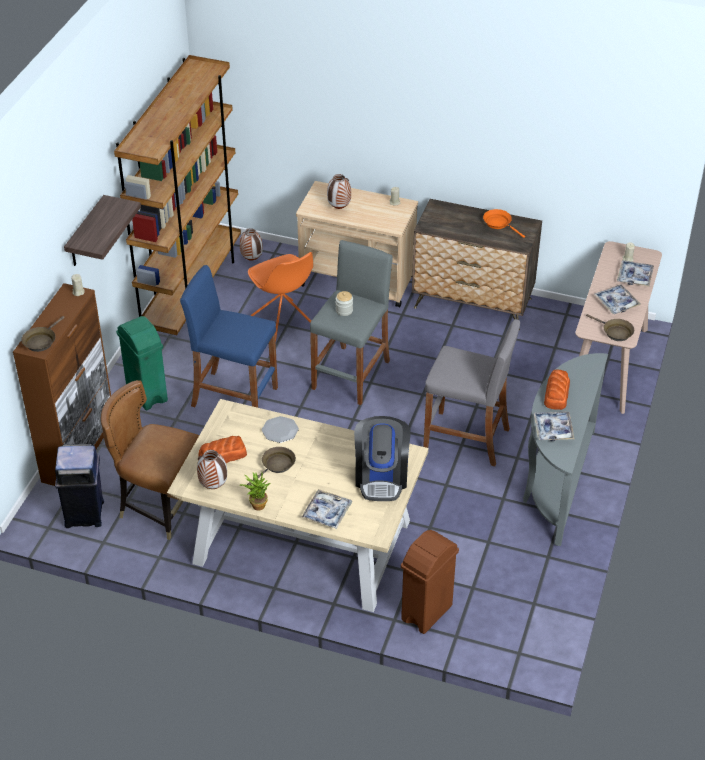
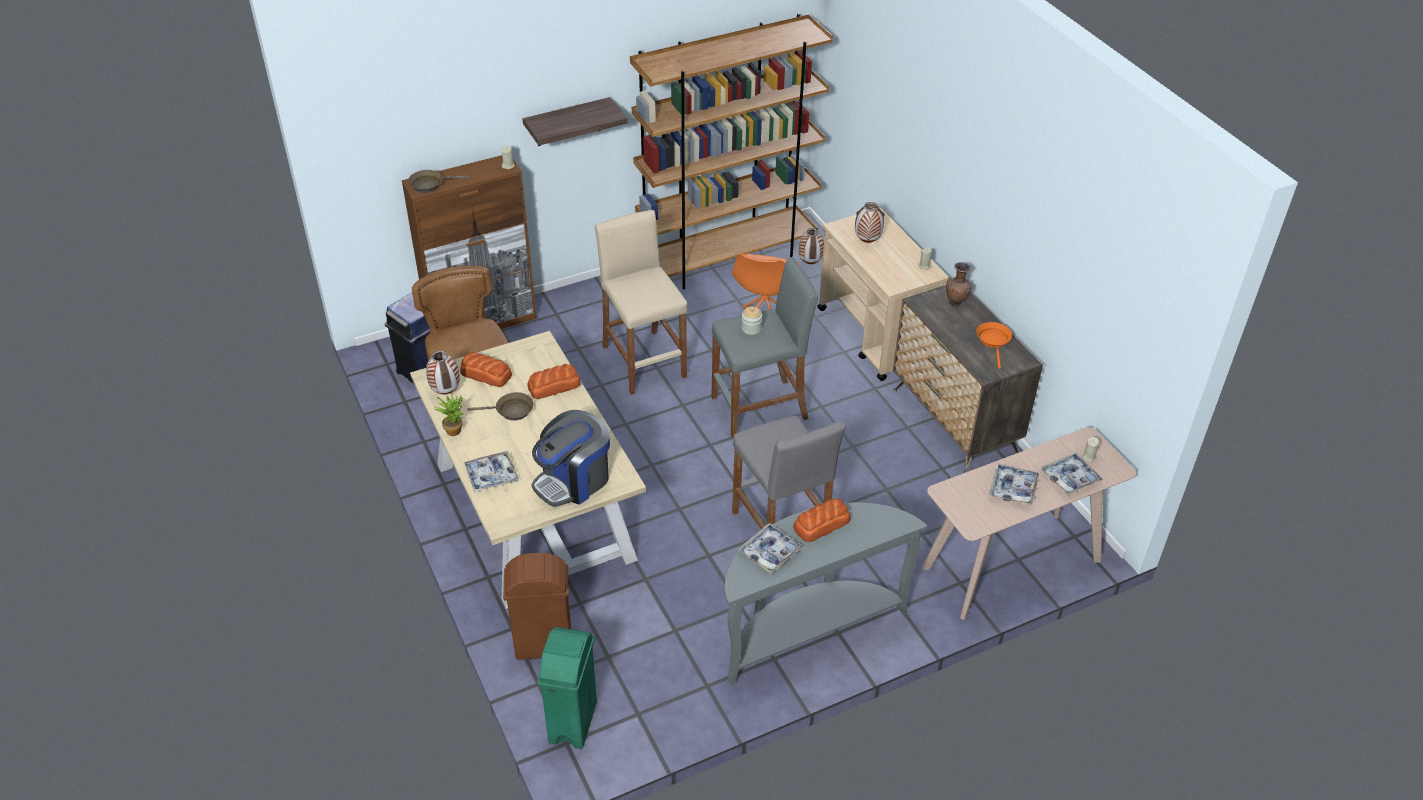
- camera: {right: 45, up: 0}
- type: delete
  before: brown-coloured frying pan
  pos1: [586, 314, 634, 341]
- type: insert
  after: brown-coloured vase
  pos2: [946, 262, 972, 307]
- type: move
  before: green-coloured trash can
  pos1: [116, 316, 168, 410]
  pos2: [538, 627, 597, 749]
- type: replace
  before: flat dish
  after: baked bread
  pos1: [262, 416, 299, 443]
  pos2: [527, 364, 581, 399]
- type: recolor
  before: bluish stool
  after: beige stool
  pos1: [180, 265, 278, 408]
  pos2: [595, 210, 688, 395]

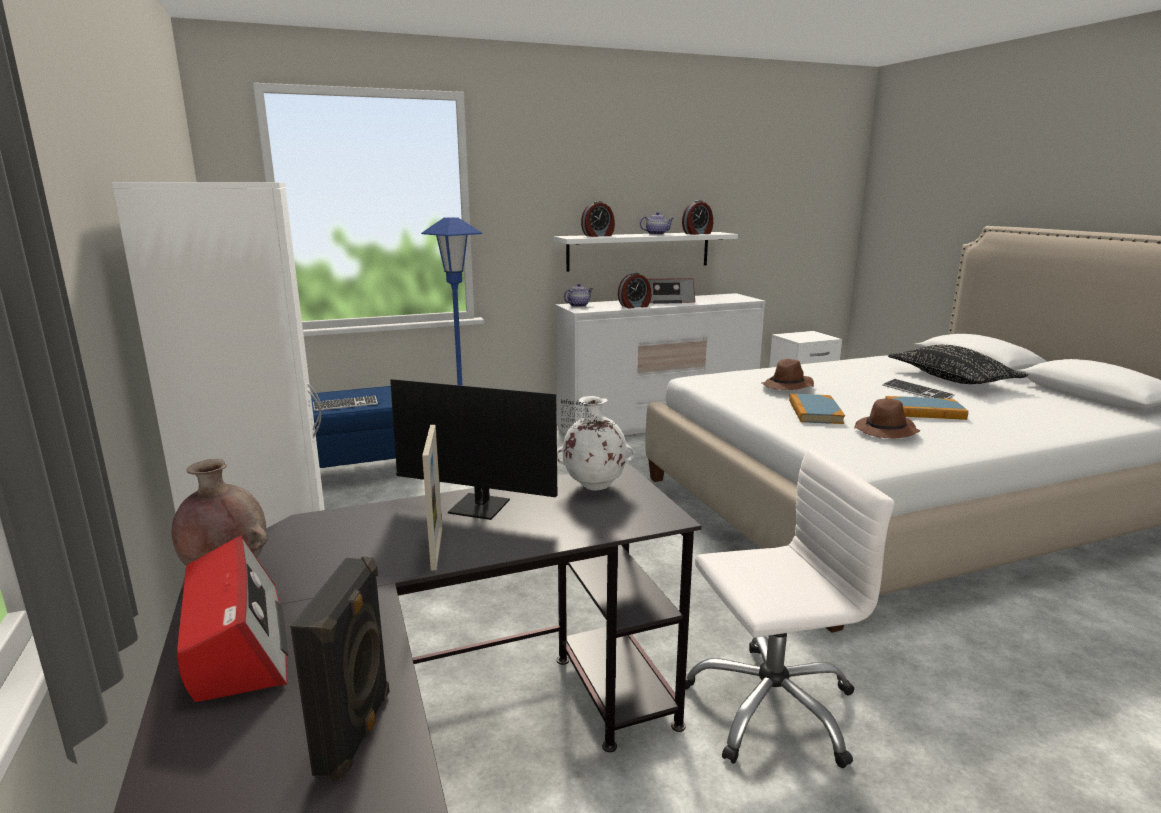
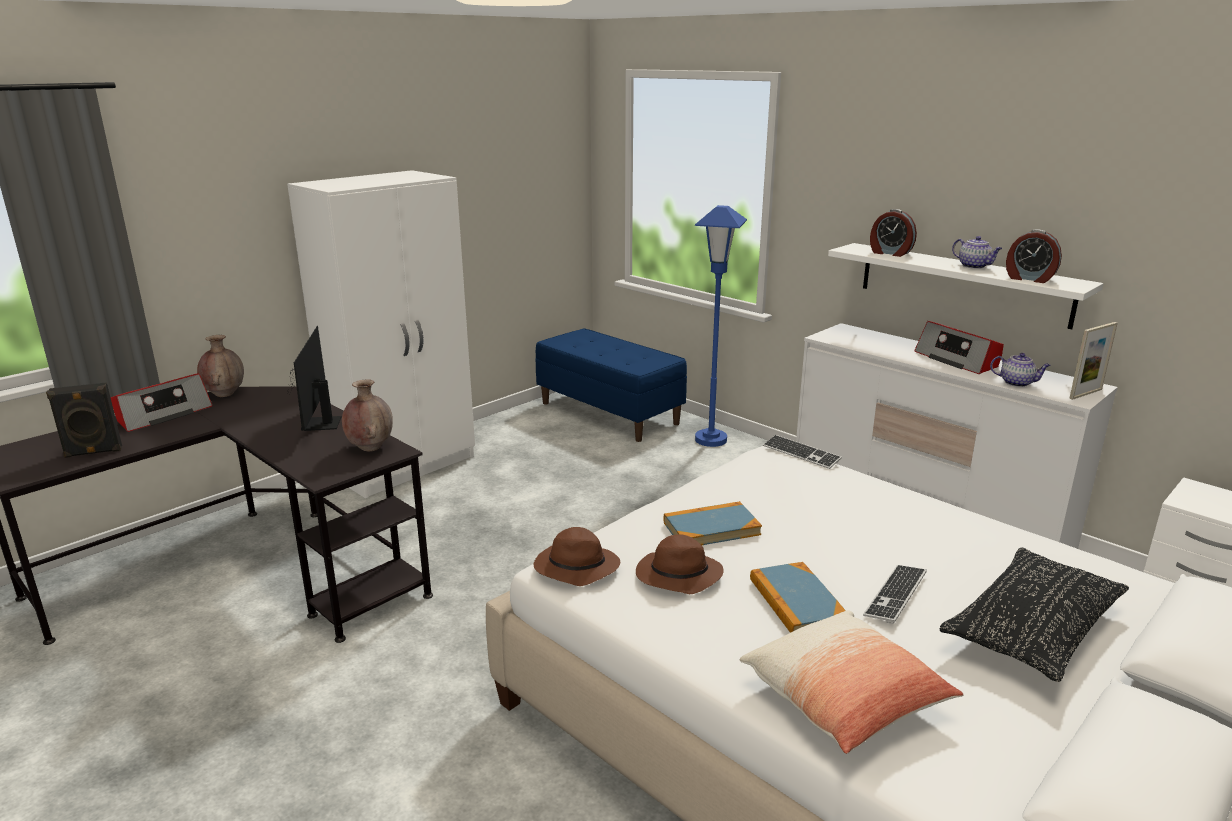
- camera: {right: 65, up: 5}
- type: delete
  before: alarm clock
  pos1: [618, 273, 651, 308]
- type: delete
  before: white computer chair
  pos1: [685, 449, 894, 768]
- type: insert
  after: pillow
  pos2: [740, 611, 963, 754]
- type: move
  before: keyboard
  pos1: [313, 396, 378, 411]
  pos2: [763, 435, 842, 469]
- type: move
  before: standing frame
  pos1: [422, 425, 442, 571]
  pos2: [1069, 322, 1118, 400]
- type: move
  before: pot for tea
  pos1: [564, 284, 593, 307]
  pos2: [990, 353, 1051, 387]
- type: move
  before: brown-coloured wearable hat
  pos1: [762, 359, 814, 390]
  pos2: [534, 527, 620, 586]
- type: recolor
  before: white vase
  after: brown-coloured vase
  pos1: [557, 396, 635, 490]
  pos2: [342, 380, 393, 451]

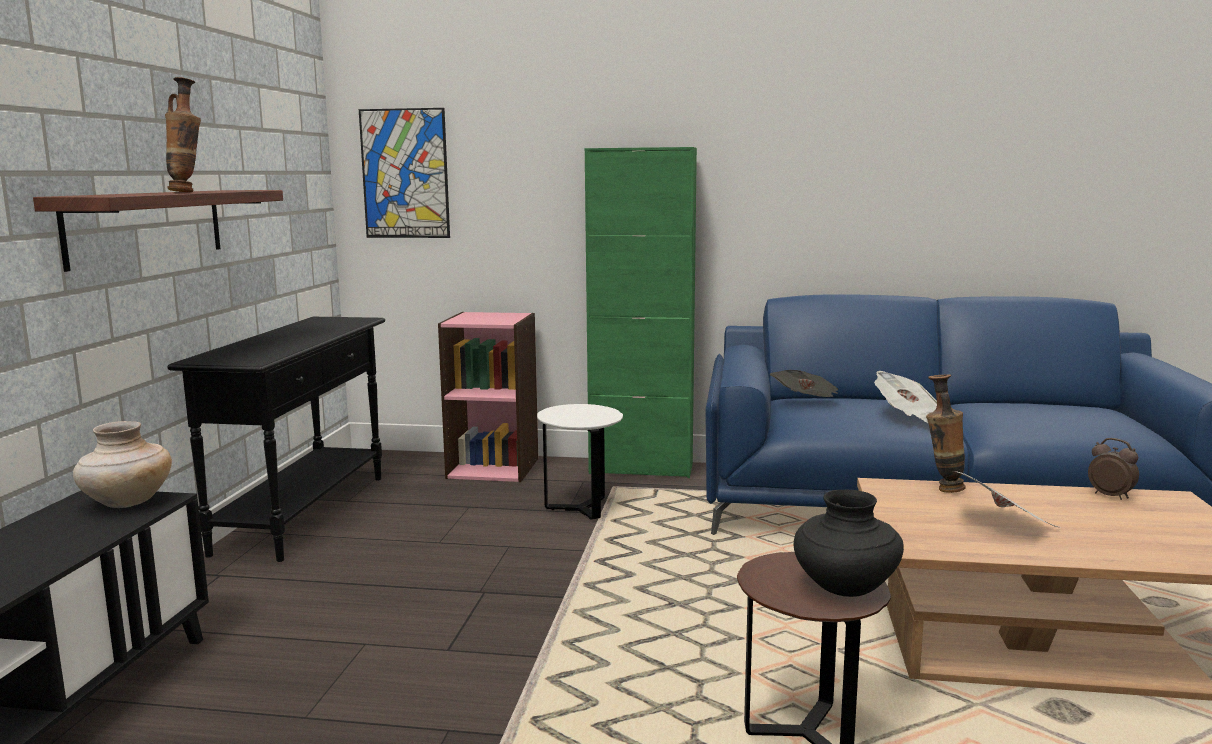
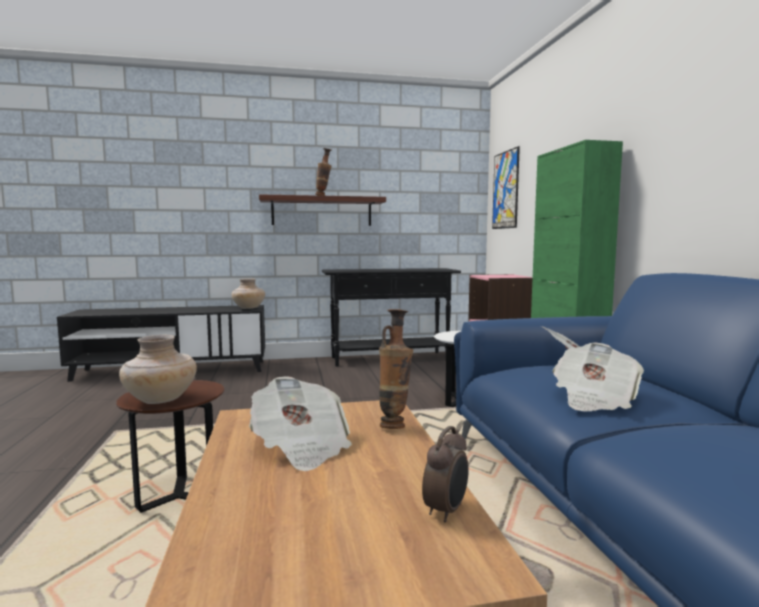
- camera: {right: 70, up: -5}
- type: recolor
  before: blackish vase
  after: beige vase
  pos1: [794, 490, 904, 597]
  pos2: [119, 334, 197, 404]

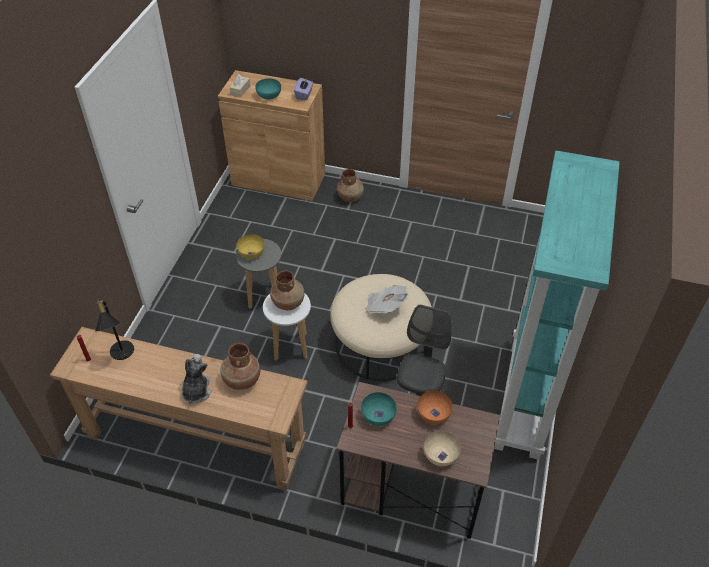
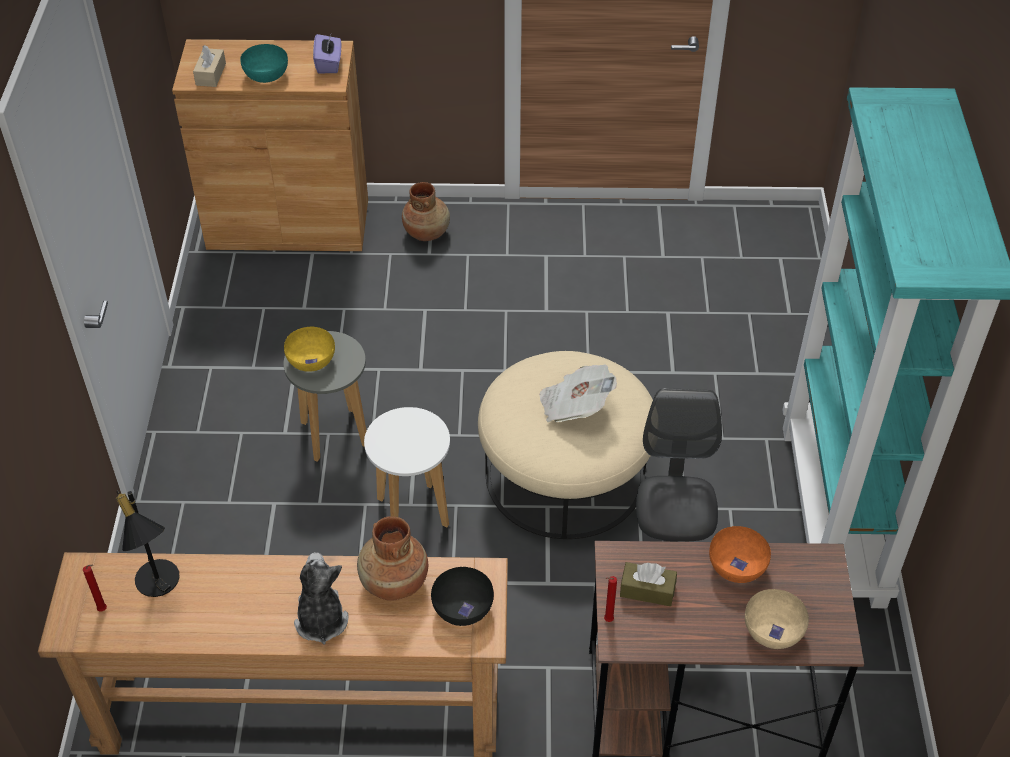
- camera: {right: -15, up: 0}
- type: delete
  before: brown-coloured vase
  pos1: [270, 271, 304, 310]
- type: insert
  after: blackish serving bowl
  pos2: [431, 567, 494, 626]
- type: replace
  before: turquoise serving bowl
  after: brown-coloured tissue holder
  pos1: [361, 392, 397, 426]
  pos2: [620, 562, 677, 606]

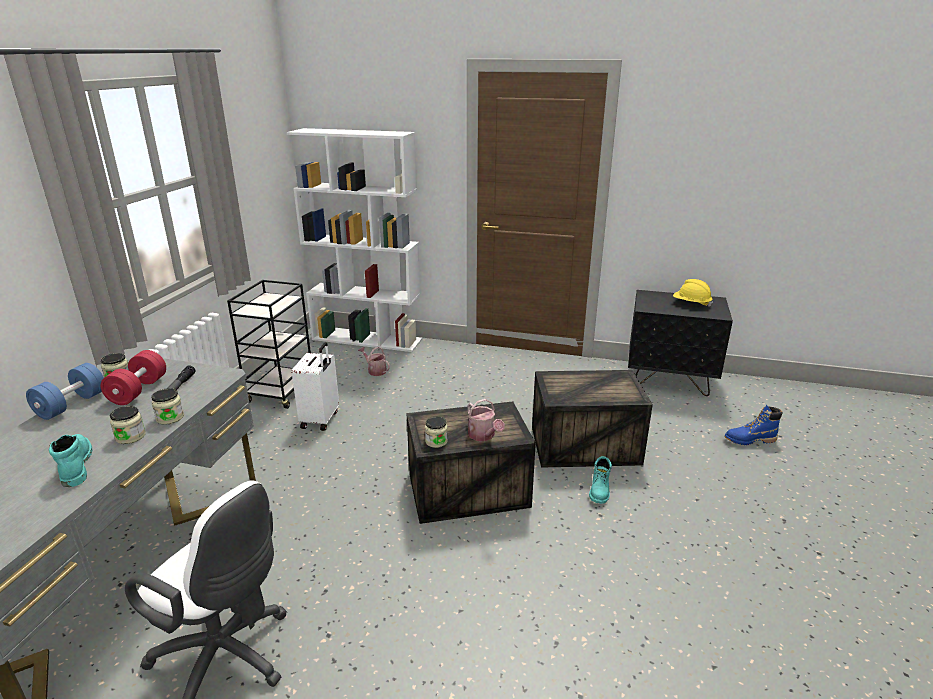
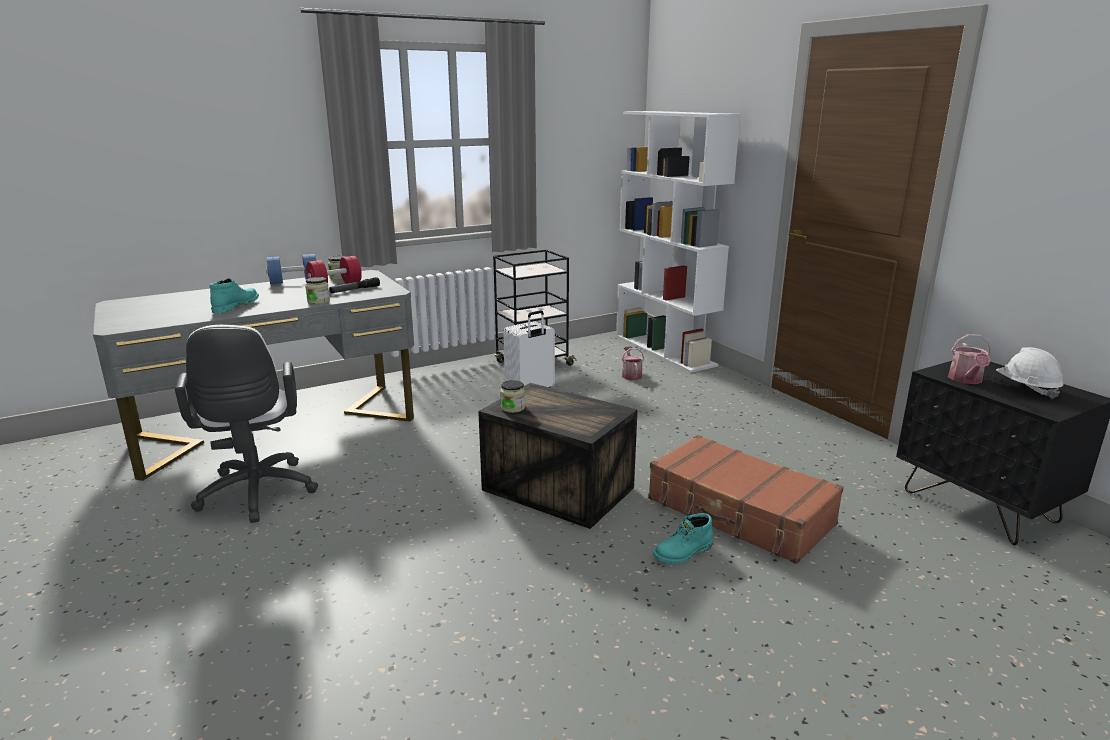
- camera: {right: 45, up: -5}
- type: delete
  before: jar
  pos1: [110, 406, 146, 444]
- type: delete
  before: bluish high-top boot
  pos1: [725, 405, 783, 445]
- type: move
  before: sprinkling can
  pos1: [468, 399, 505, 441]
  pos2: [948, 334, 991, 384]
- type: replace
  before: shipping crate
  after: brown-coloured suitcase
  pos1: [532, 370, 653, 468]
  pos2: [648, 435, 844, 564]
- type: recolor
  before: yellow work helmet
  after: white work helmet
  pos1: [673, 279, 713, 307]
  pos2: [996, 347, 1063, 399]

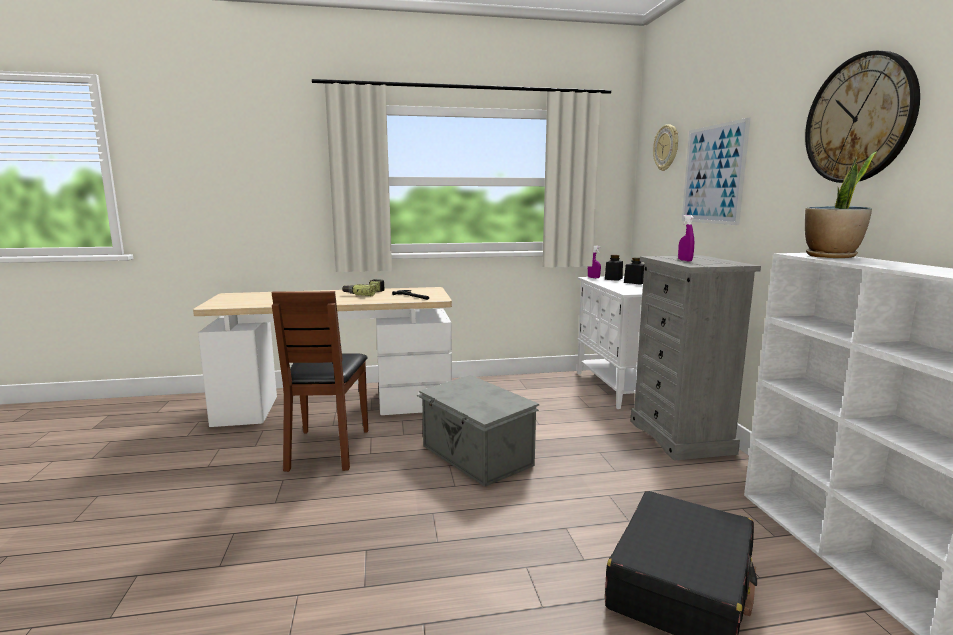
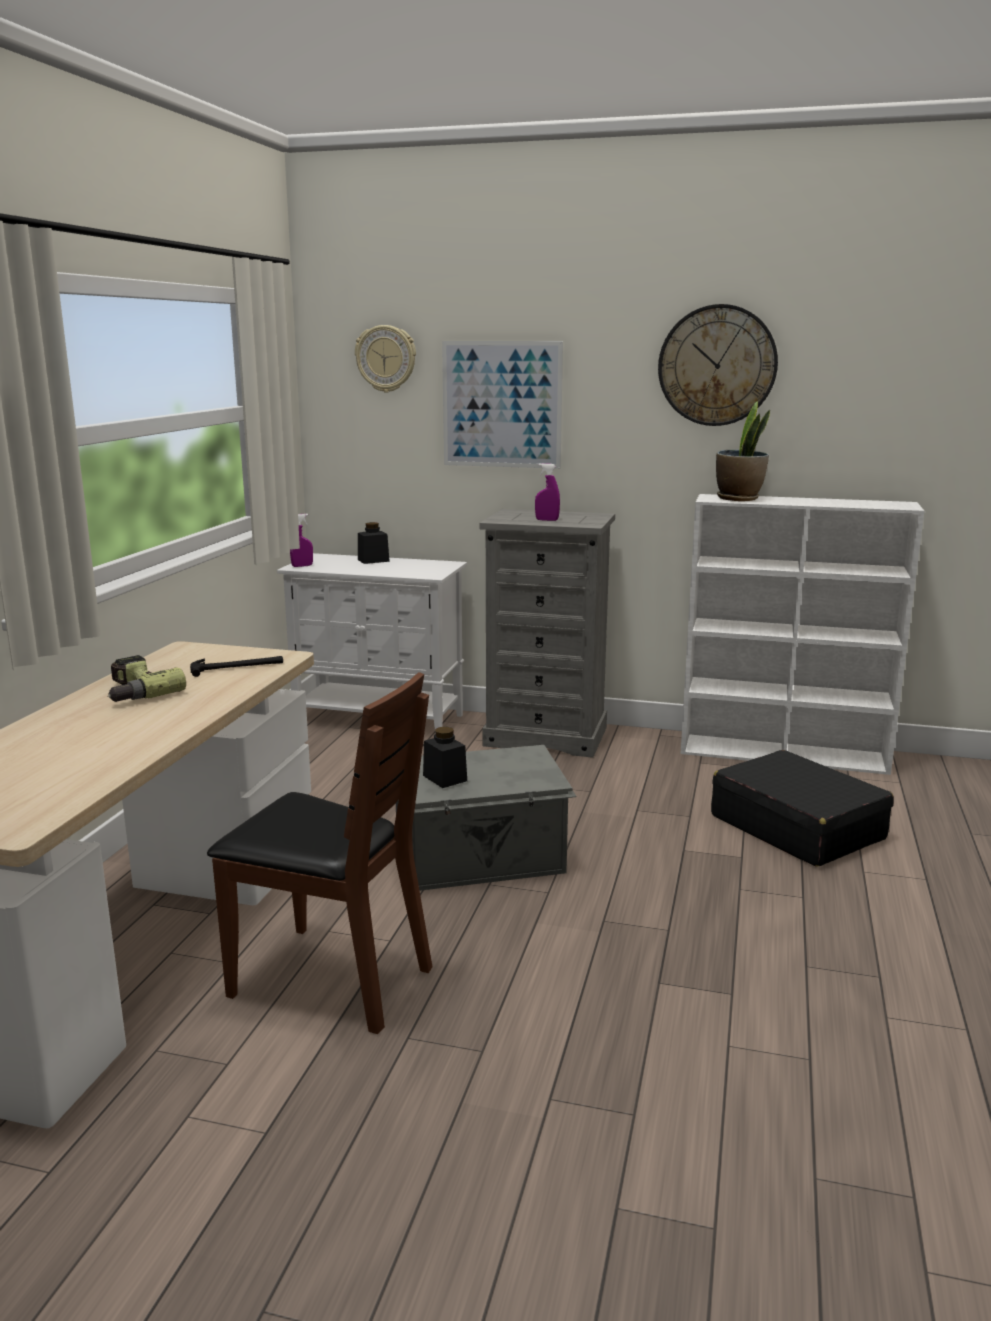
- camera: {right: -65, up: 5}
- type: move
  before: blackish jar
  pos1: [605, 255, 623, 281]
  pos2: [423, 727, 467, 788]

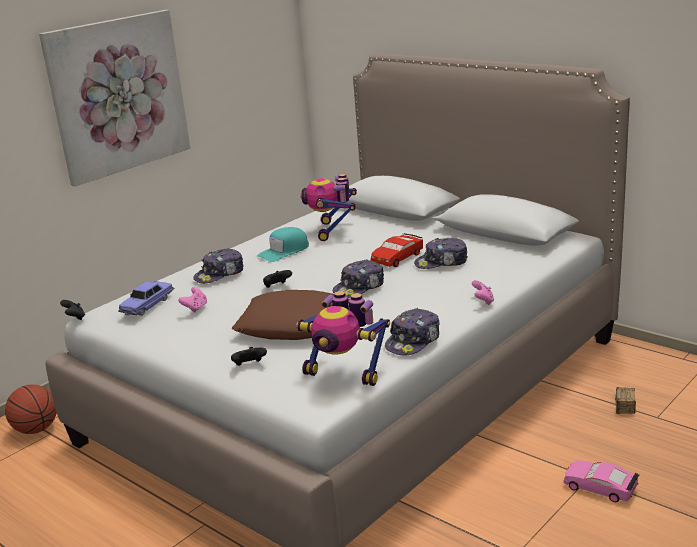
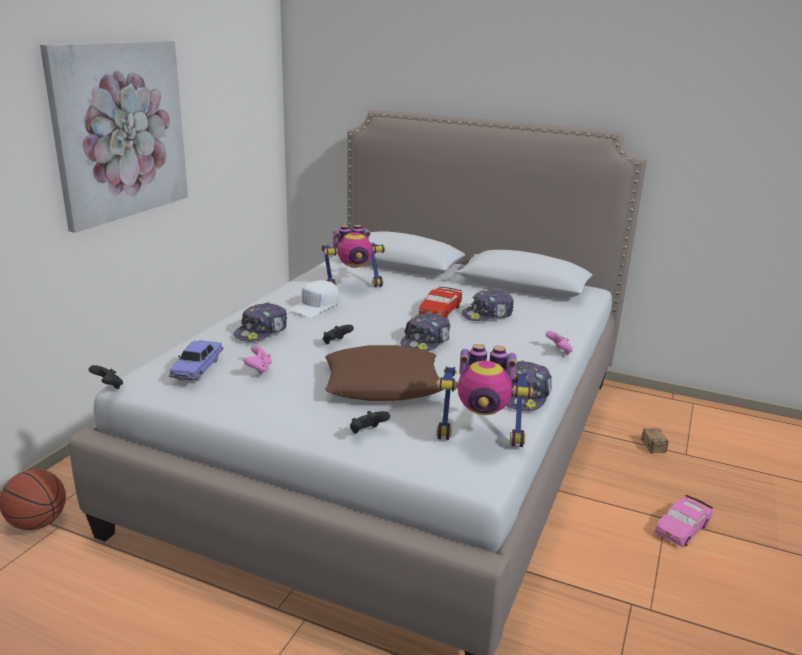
- camera: {right: -20, up: 0}
- type: recolor
  before: turquoise peaked cap
  after: white peaked cap
  pos1: [257, 227, 309, 262]
  pos2: [289, 280, 340, 317]
- type: rotate
  before: model robot
  pos1: [300, 174, 357, 241]
  pos2: [321, 225, 386, 287]
  turn: -90
- type: rotate
  before: pinkish miniature car
  pos1: [563, 460, 639, 502]
  pos2: [654, 495, 713, 546]
  turn: -60

